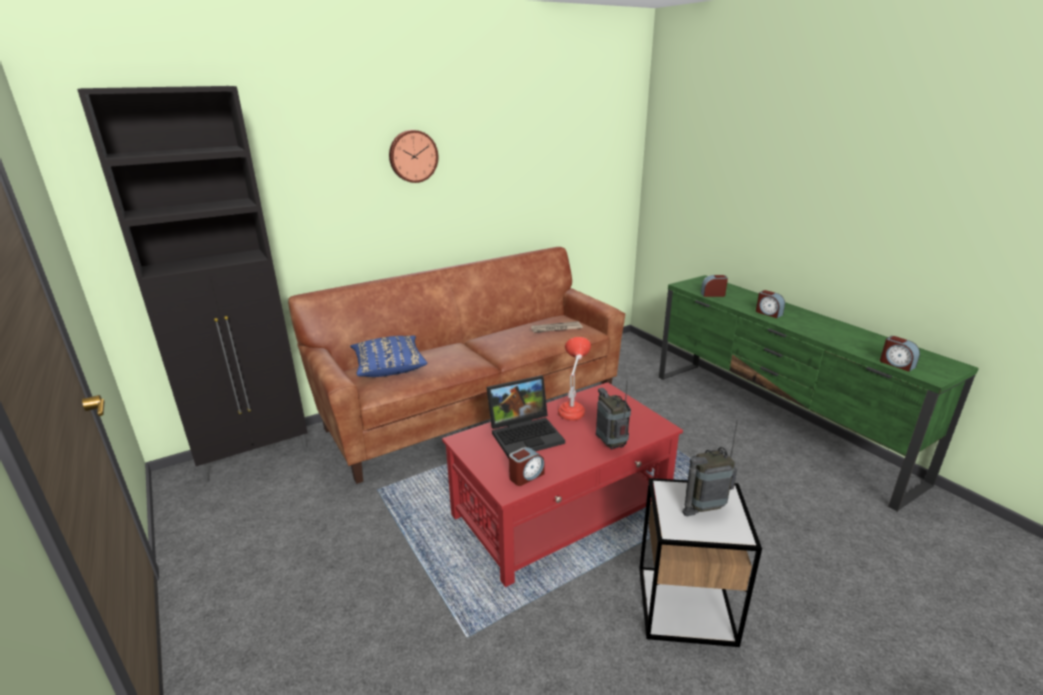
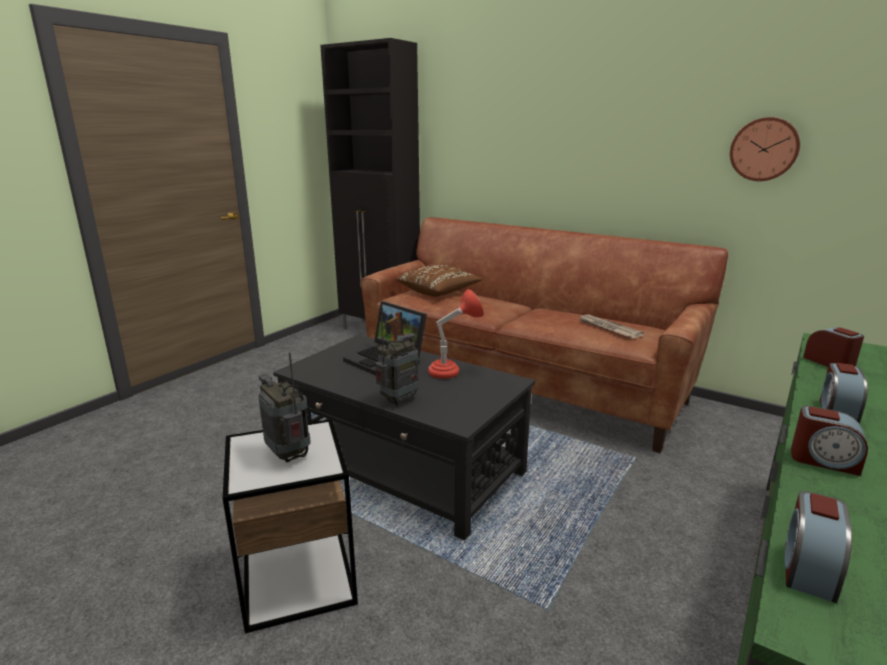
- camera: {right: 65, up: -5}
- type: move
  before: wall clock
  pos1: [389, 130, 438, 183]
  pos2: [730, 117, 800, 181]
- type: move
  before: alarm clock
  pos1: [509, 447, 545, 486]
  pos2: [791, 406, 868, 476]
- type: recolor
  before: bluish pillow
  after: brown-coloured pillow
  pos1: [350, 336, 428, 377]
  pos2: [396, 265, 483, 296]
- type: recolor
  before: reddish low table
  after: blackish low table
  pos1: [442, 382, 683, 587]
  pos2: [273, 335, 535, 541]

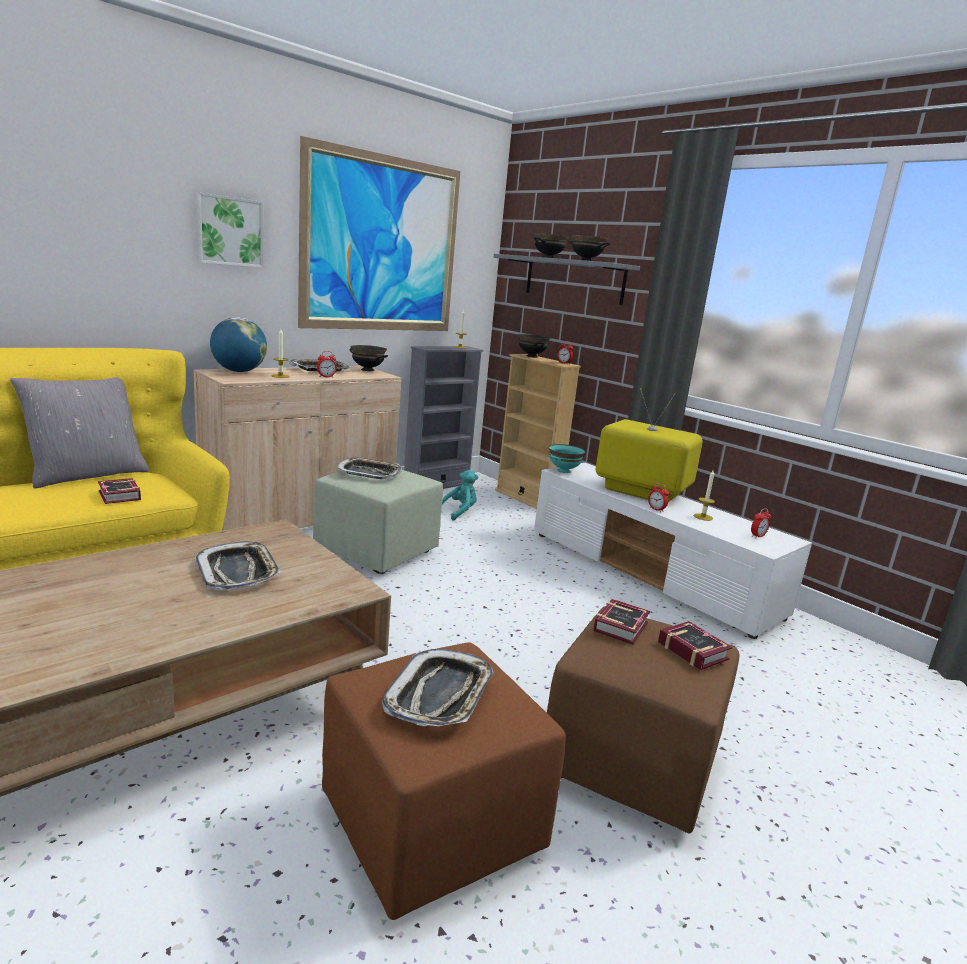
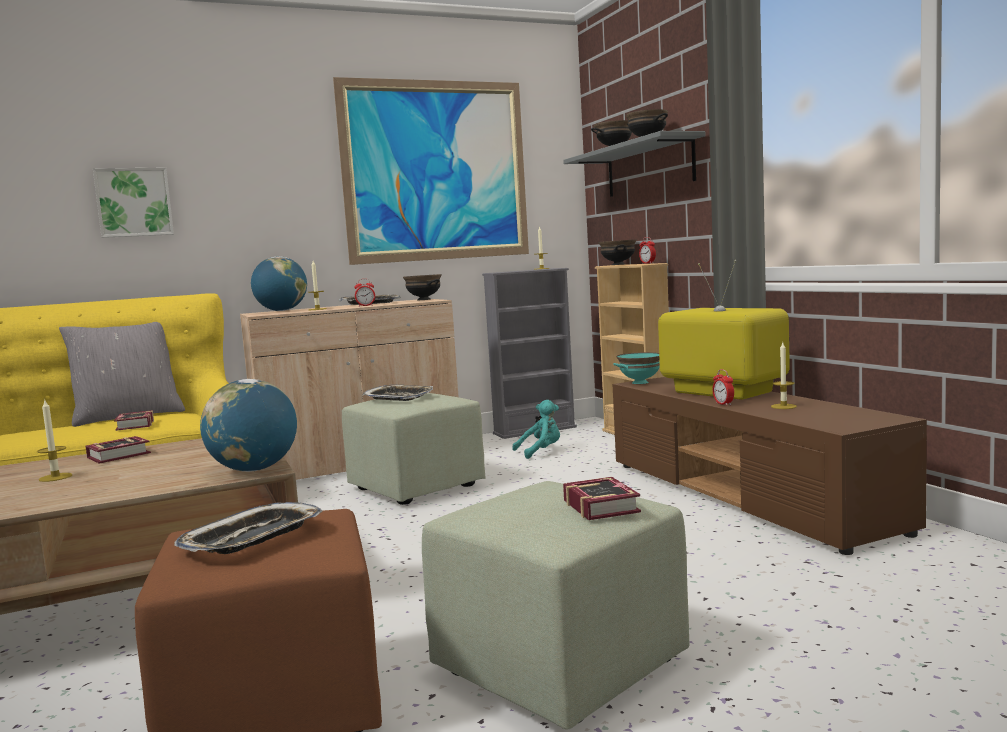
- camera: {right: 20, up: -10}
- type: delete
  before: serving tray
  pos1: [196, 541, 281, 590]
- type: delete
  before: alarm clock
  pos1: [751, 508, 771, 538]
- type: insert
  after: wax light
  pos2: [37, 400, 72, 482]
- type: insert
  after: globe
  pos2: [200, 379, 297, 472]
- type: move
  before: wall art
  pos1: [196, 192, 263, 268]
  pos2: [93, 167, 174, 238]
- type: move
  before: bound book
  pos1: [593, 599, 650, 645]
  pos2: [86, 436, 151, 464]
- type: recolor
  before: white media console
  after: brown-coloured media console
  pos1: [534, 463, 812, 639]
  pos2: [613, 377, 927, 555]
- type: recolor
  before: brown-coloured ottoman
  after: green-coloured ottoman
  pos1: [547, 606, 740, 833]
  pos2: [422, 481, 690, 730]

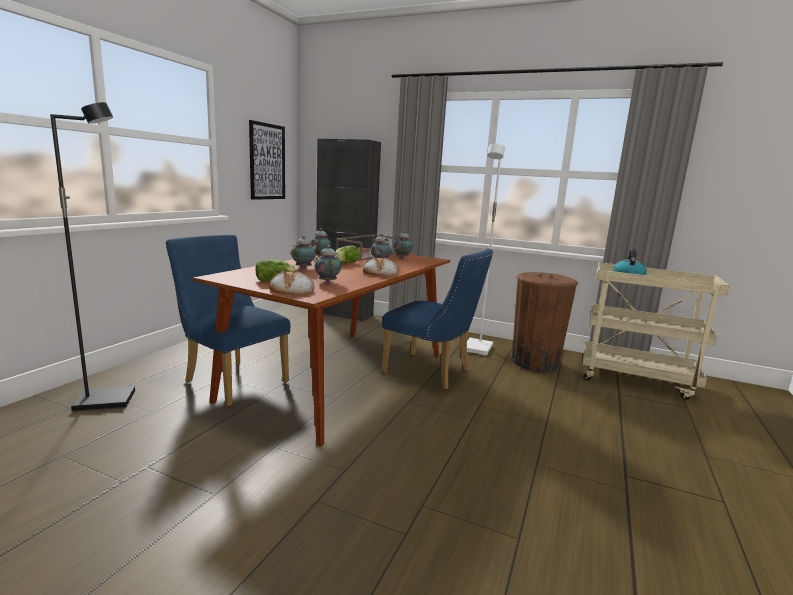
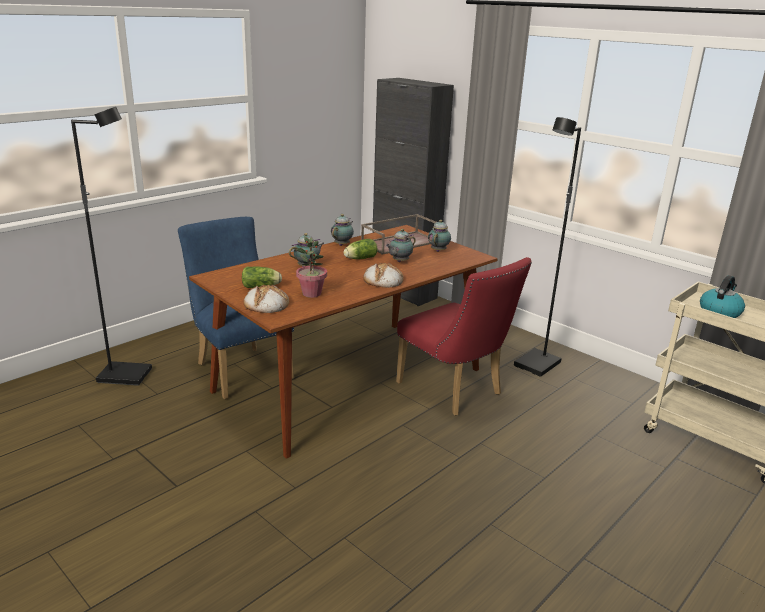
- camera: {right: 20, up: 10}
- type: delete
  before: wall art
  pos1: [249, 120, 285, 200]
- type: delete
  before: brown-coloured trash can
  pos1: [511, 272, 578, 372]
- type: replace
  before: pot for tea
  after: plant in a pot
  pos1: [315, 245, 341, 283]
  pos2: [296, 237, 327, 298]
- type: recolor
  before: bluish chair
  after: reddish chair
  pos1: [381, 248, 493, 390]
  pos2: [396, 257, 532, 416]
- type: recolor
  before: white standard lamp
  after: blackish standard lamp
  pos1: [467, 144, 505, 356]
  pos2: [514, 117, 581, 377]

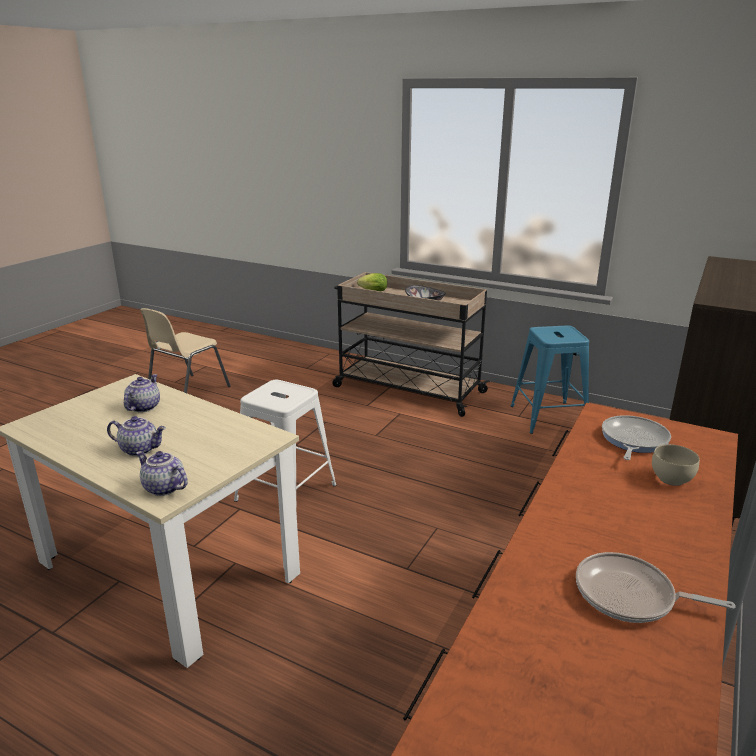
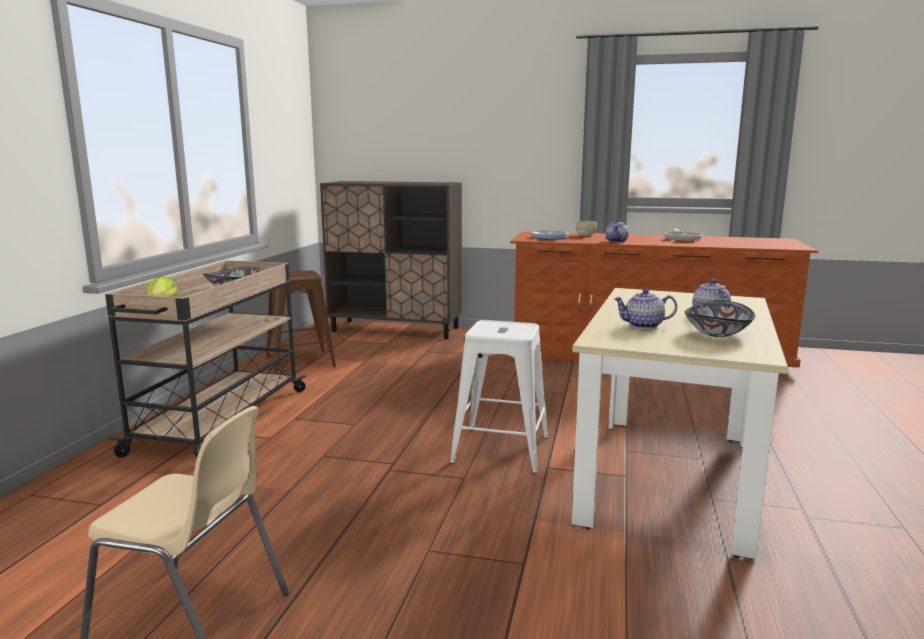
- camera: {right: -105, up: -10}
- type: insert
  after: serving bowl
  pos2: [685, 301, 755, 337]
- type: move
  before: pot for tea
  pos1: [136, 451, 188, 496]
  pos2: [606, 219, 629, 243]
- type: recolor
  before: bluish stool
  after: brown-coloured stool
  pos1: [511, 326, 589, 434]
  pos2: [266, 270, 336, 373]

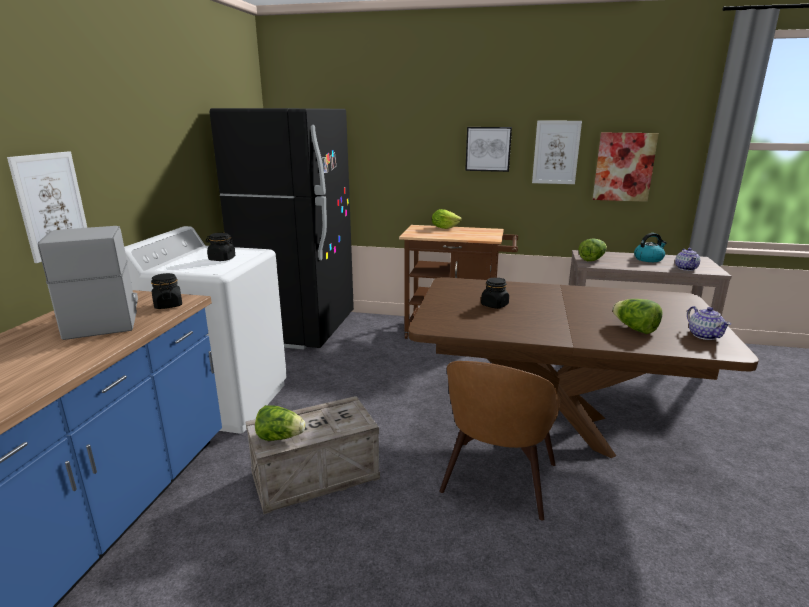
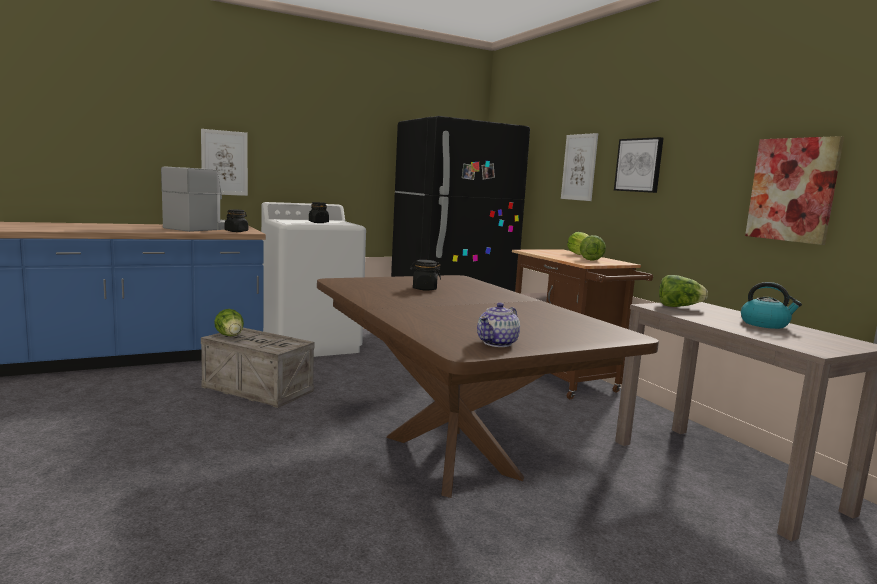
- camera: {right: 50, up: -10}
- type: delete
  before: brown-coloured chair
  pos1: [439, 361, 561, 521]
- type: delete
  before: pot for tea
  pos1: [675, 248, 700, 271]
- type: move
  before: wall art
  pos1: [532, 121, 582, 184]
  pos2: [561, 133, 598, 201]
- type: move
  before: head of lettuce
  pos1: [613, 299, 663, 334]
  pos2: [580, 235, 606, 261]

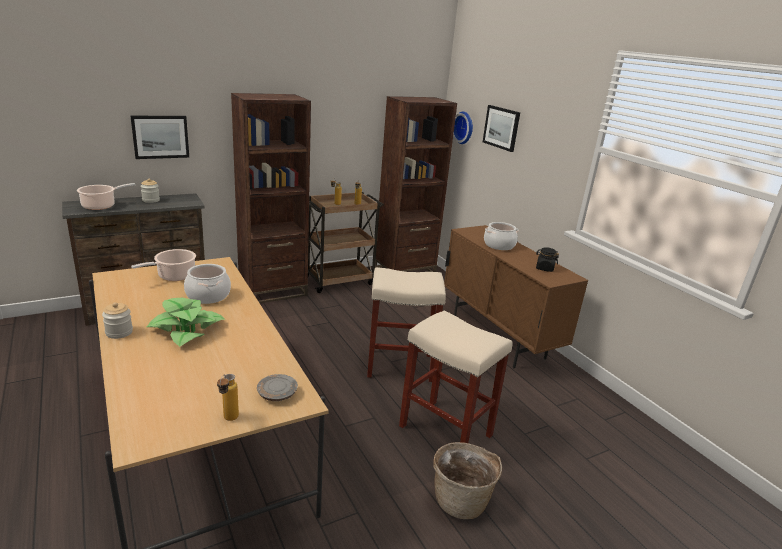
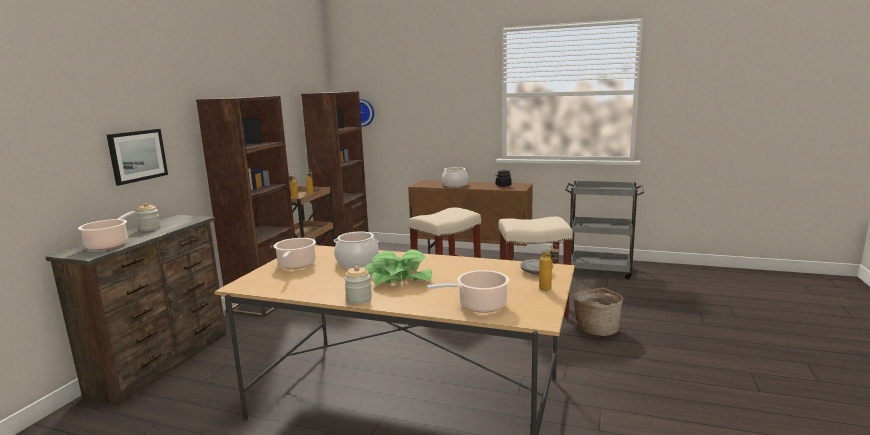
- camera: {right: -40, up: -10}
- type: delete
  before: wall art
  pos1: [483, 105, 520, 152]
- type: insert
  after: saucepot
  pos2: [427, 270, 509, 313]
- type: insert
  after: greyish cart
  pos2: [565, 180, 644, 279]

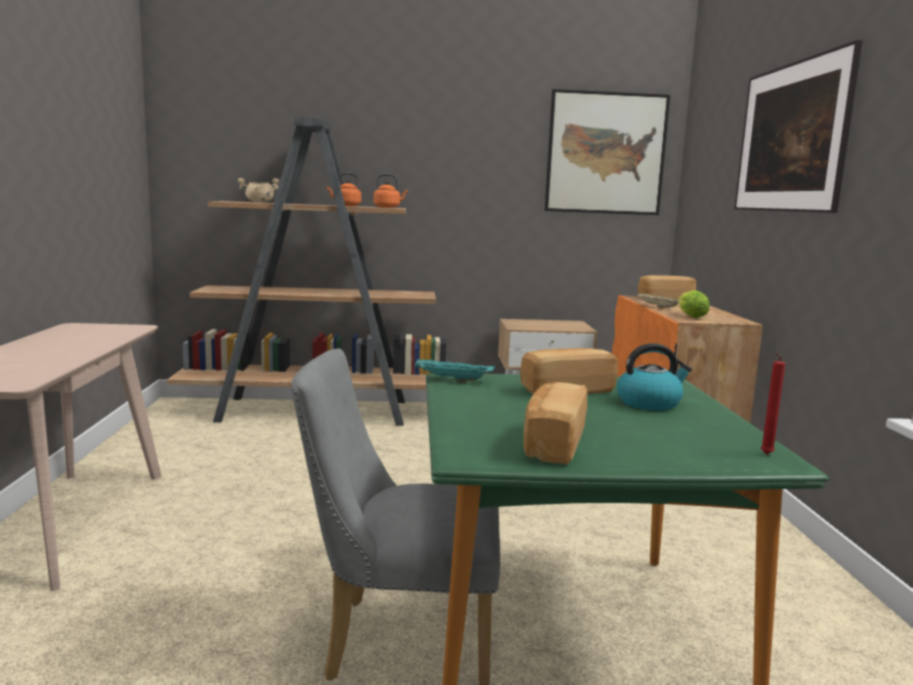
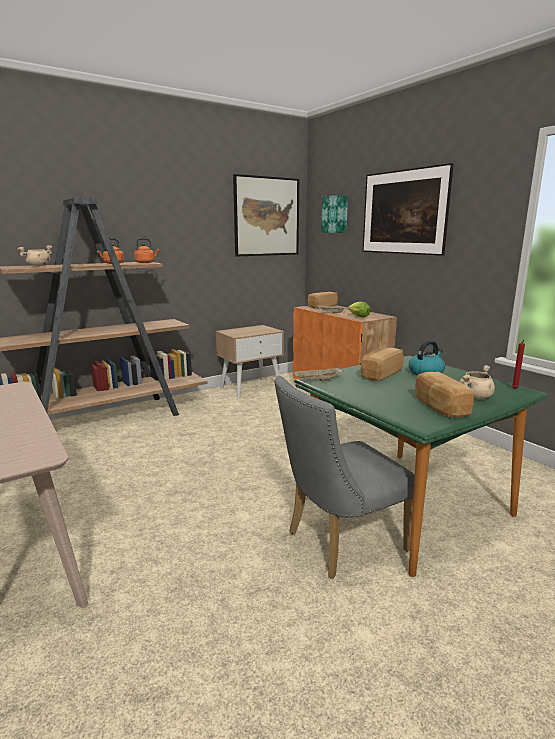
- camera: {right: -30, up: 5}
- type: insert
  after: wall art
  pos2: [321, 195, 348, 233]
- type: insert
  after: beige saucepot
  pos2: [459, 365, 495, 399]
- type: recolor
  before: turquoise serving tray
  after: beige serving tray
  pos1: [415, 358, 495, 382]
  pos2: [293, 367, 344, 381]

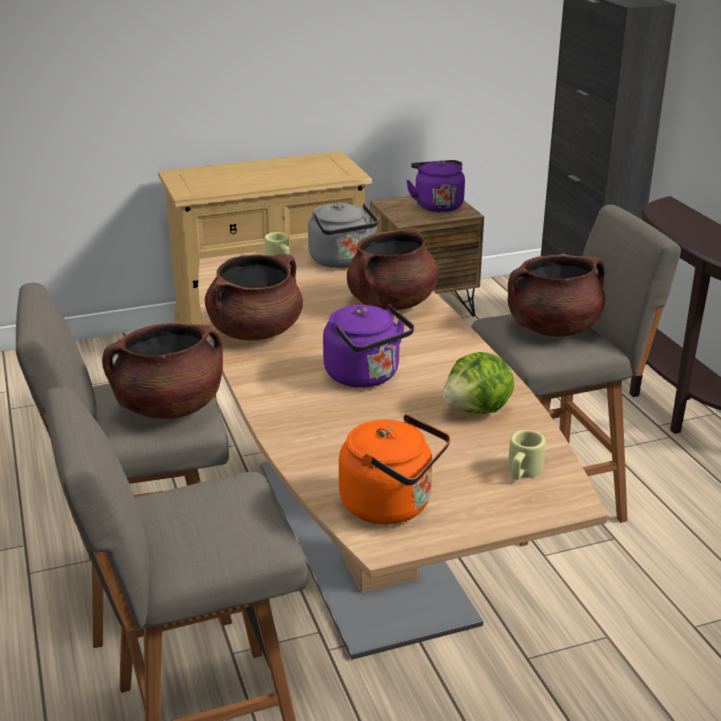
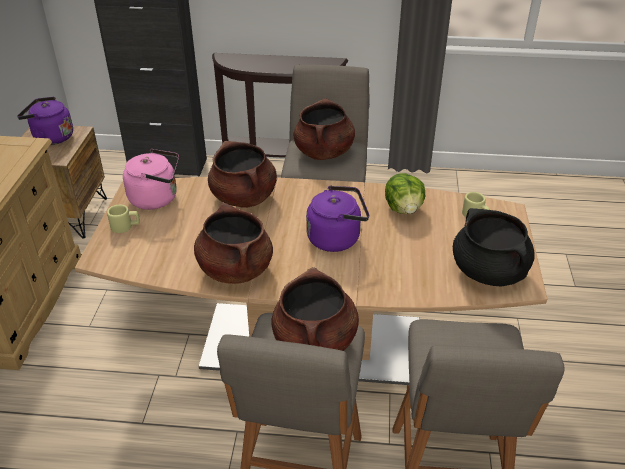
- camera: {right: -65, up: 10}
- type: replace
  before: orange tea kettle
  after: blackish saucepot
  pos1: [339, 414, 450, 524]
  pos2: [453, 208, 535, 286]
- type: recolor
  before: greyish tea kettle
  after: pinkish tea kettle
  pos1: [308, 203, 379, 268]
  pos2: [123, 149, 179, 210]

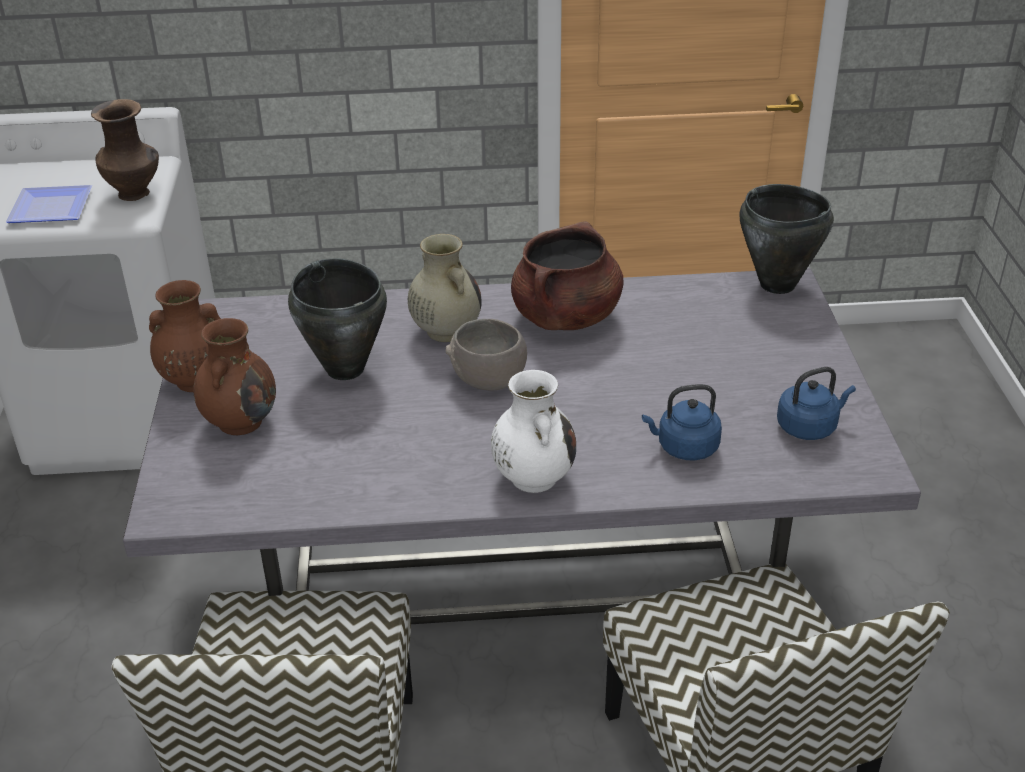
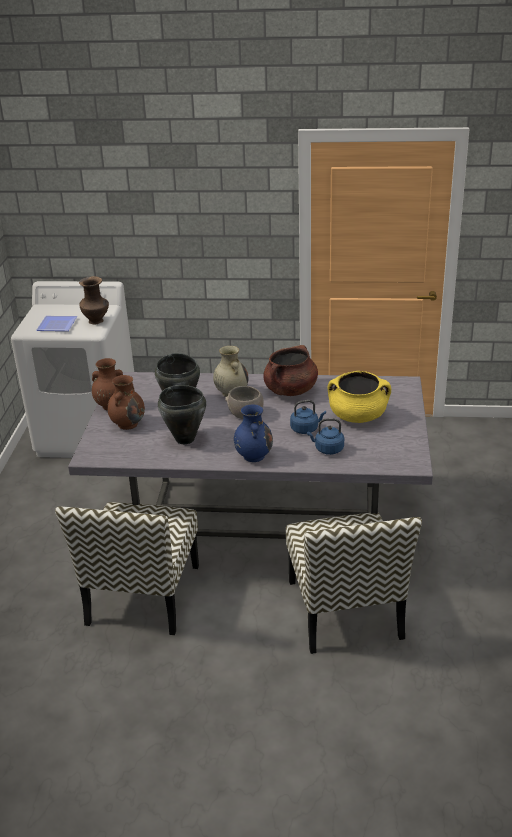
- camera: {right: 10, up: -5}
- type: insert
  after: yellow saucepot
  pos2: [328, 371, 391, 423]
- type: move
  before: blackish saucepot
  pos1: [739, 184, 834, 294]
  pos2: [158, 385, 206, 444]
- type: move
  before: bluish tea kettle
  pos1: [777, 367, 856, 440]
  pos2: [290, 400, 326, 434]
- type: recolor
  before: white vase
  after: bluish vase
  pos1: [491, 370, 576, 493]
  pos2: [234, 404, 273, 462]

